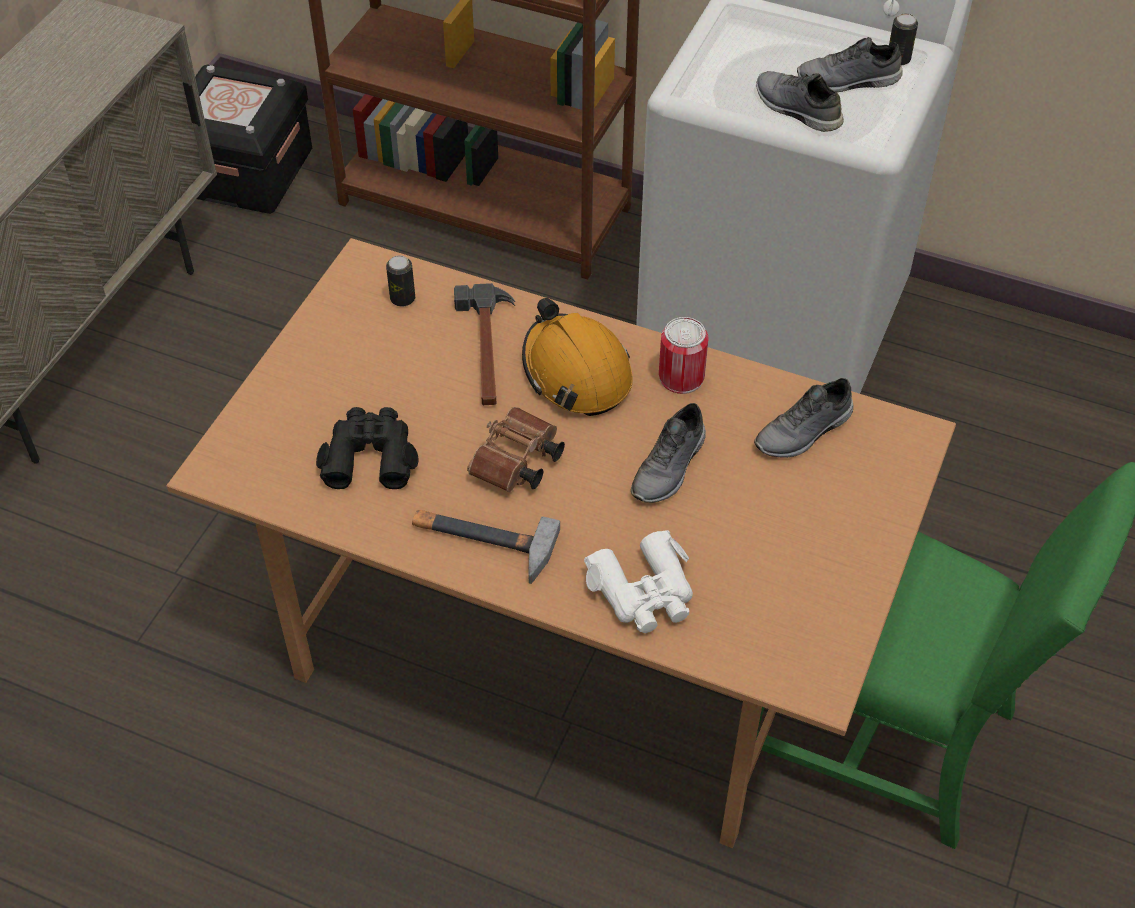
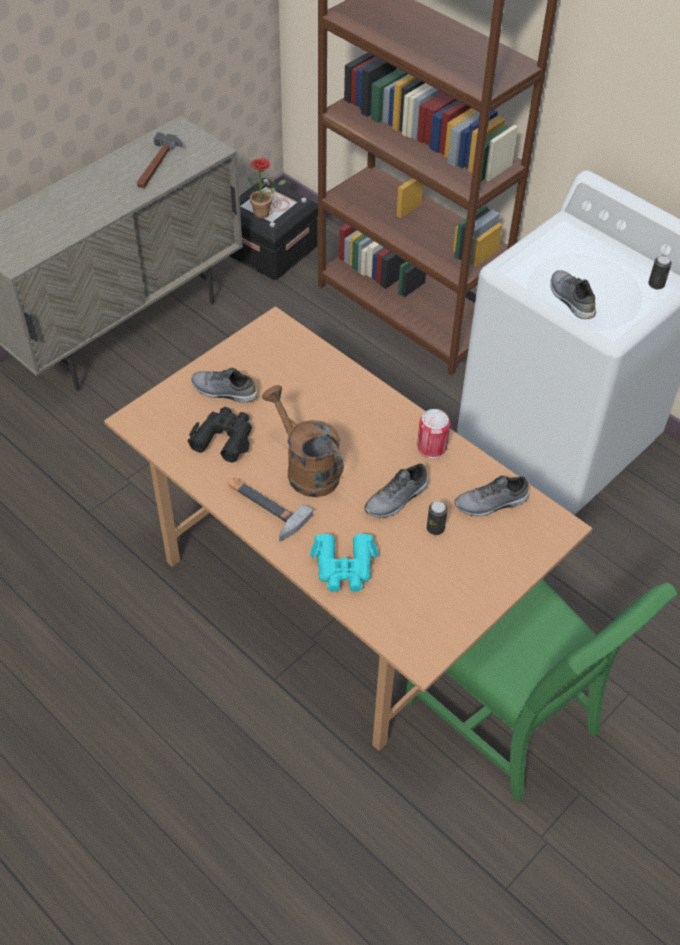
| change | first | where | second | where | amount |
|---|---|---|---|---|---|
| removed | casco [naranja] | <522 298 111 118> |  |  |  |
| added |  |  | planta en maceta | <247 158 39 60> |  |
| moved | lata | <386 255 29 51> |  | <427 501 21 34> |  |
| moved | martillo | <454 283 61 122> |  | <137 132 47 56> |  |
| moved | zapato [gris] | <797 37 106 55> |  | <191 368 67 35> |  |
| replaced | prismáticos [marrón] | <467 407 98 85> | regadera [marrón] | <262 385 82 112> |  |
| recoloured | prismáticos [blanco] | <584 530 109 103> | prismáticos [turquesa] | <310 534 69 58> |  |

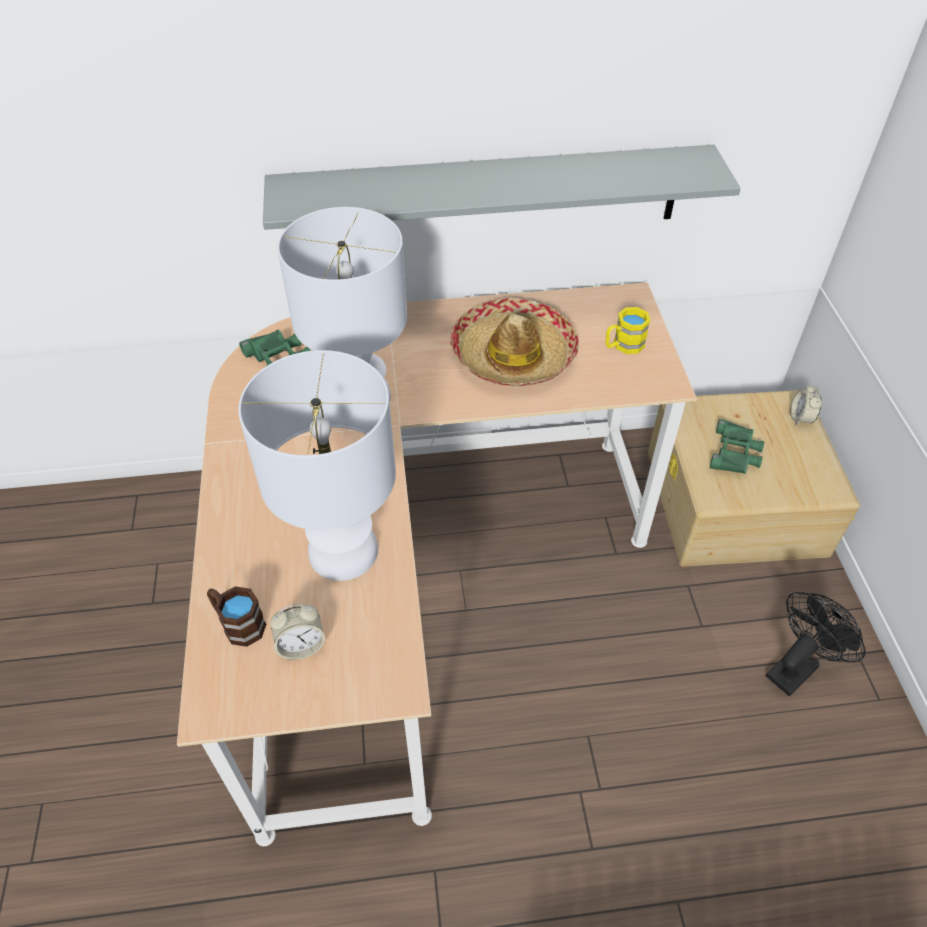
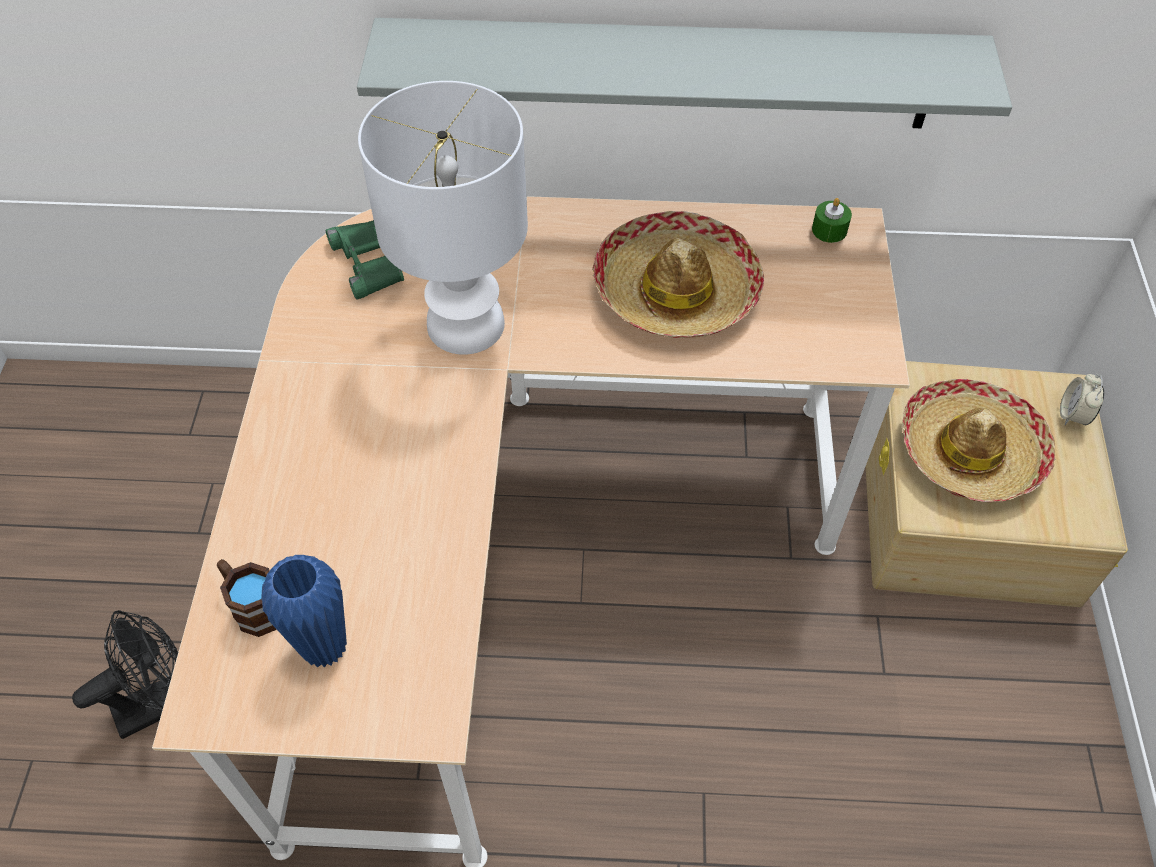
| change | first | where | second | where | amount |
|---|---|---|---|---|---|
| removed | lámpara de mesa [blanco] | <238 350 158 231> |  |  |  |
| removed | taza grande [amarillo] | <605 307 45 47> |  |  |  |
| added |  |  | vela [verde] | <812 198 40 45> |  |
| moved | ventilador [negro] | <766 592 99 104> |  | <72 610 106 129> |  |
| replaced | despertador | <270 604 55 56> | florero [azul] | <261 555 86 113> |  |
| replaced | prismáticos [verde] | <710 419 54 55> | sombrero | <902 379 154 123> |  |

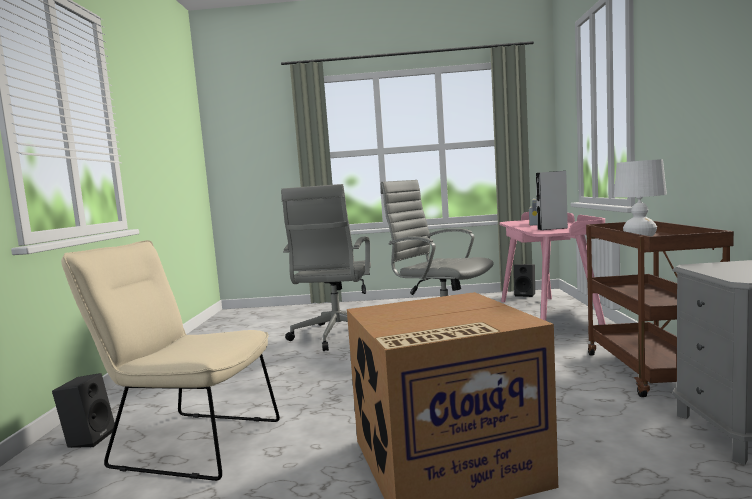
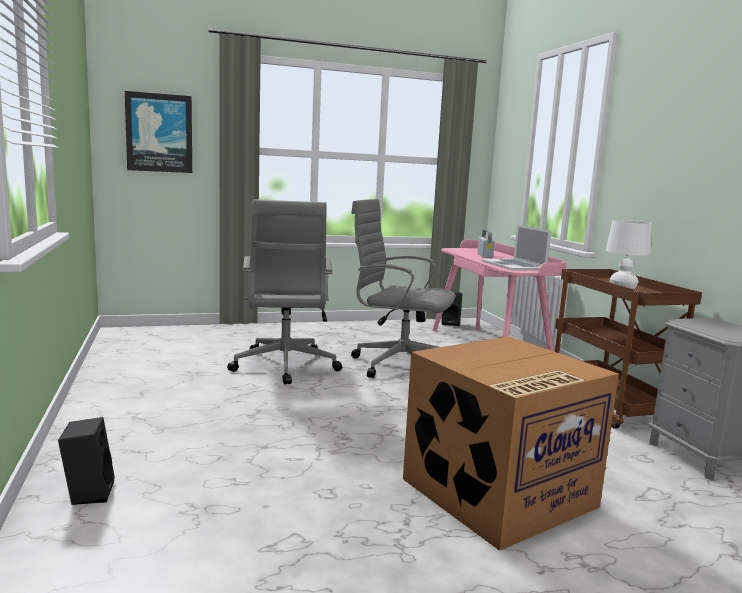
| change | first | where | second | where | amount |
|---|---|---|---|---|---|
| removed | silla [beis] | <61 240 219 241> |  |  |  |
| added |  |  | cuadro | <125 91 67 82> |  |
| replaced | altavoz [gris] | <536 171 32 59> | portátil | <481 225 70 46> |  |

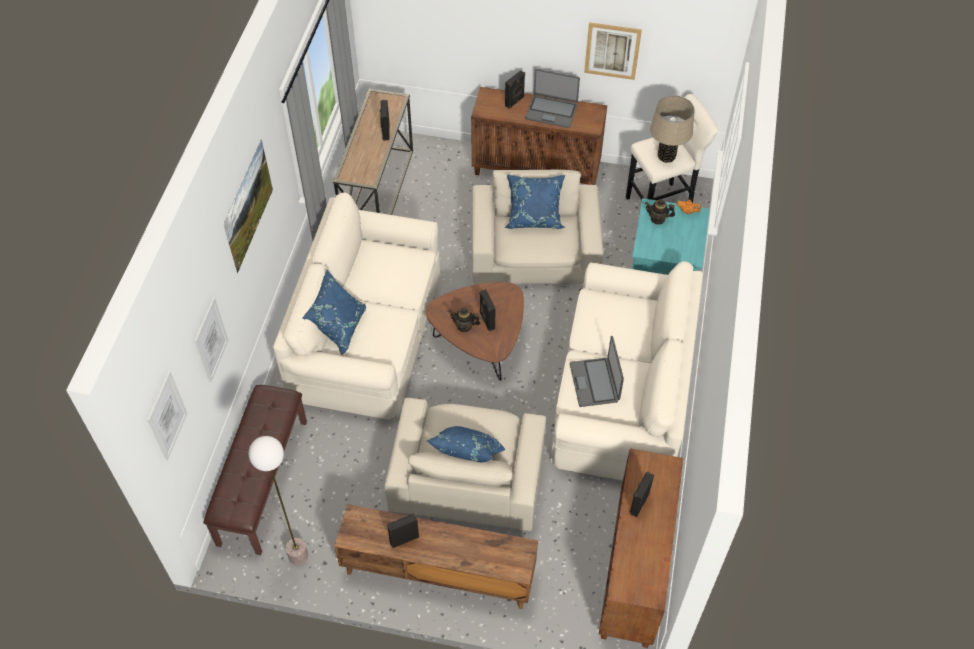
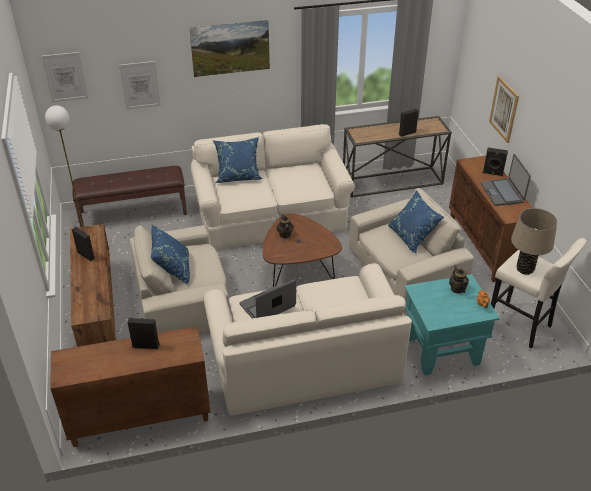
| change | first | where | second | where | amount |
|---|---|---|---|---|---|
| removed | altavoz [negro] | <480 289 16 42> |  |  |  |
| moved | cuadro | <584 22 58 58> |  | <489 76 30 67> |  |

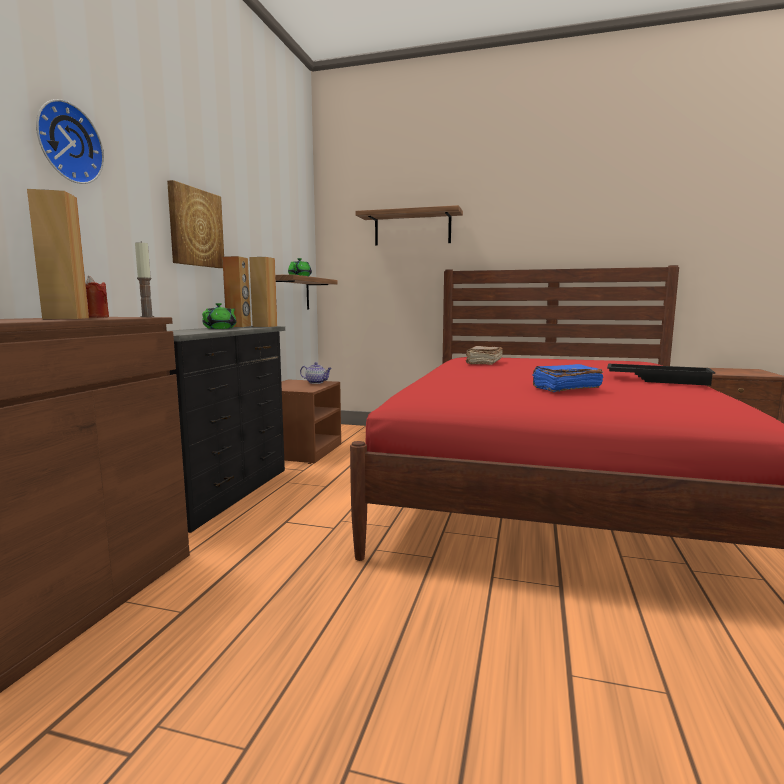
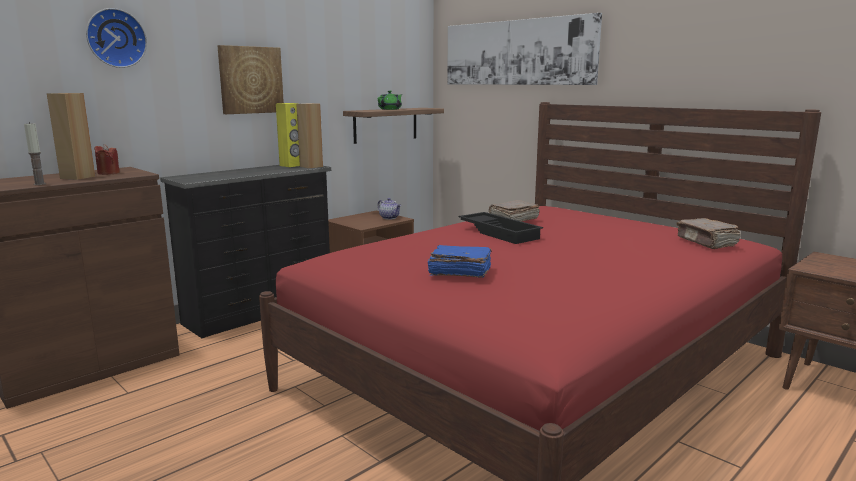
| change | first | where | second | where | amount |
|---|---|---|---|---|---|
| removed | tetera [verde] | <202 303 34 26> |  |  |  |
| added |  |  | libro [marrón] | <677 218 64 31> |  |
| moved | vela | <135 241 19 76> |  | <24 122 22 63> |  |
| moved | bandeja [negro] | <607 364 108 22> |  | <458 212 85 32> |  |
| replaced | estante | <356 205 107 41> | cuadro | <447 13 155 72> |  |
| recoloured | altavoz [marrón] | <222 256 29 71> | altavoz [amarillo] | <276 103 24 64> |  |

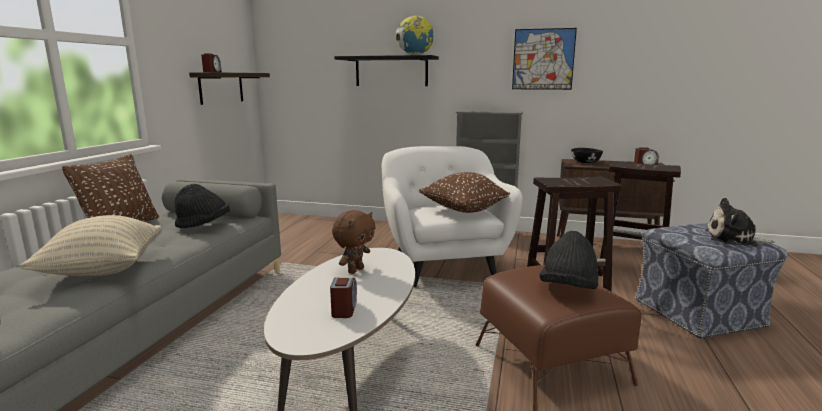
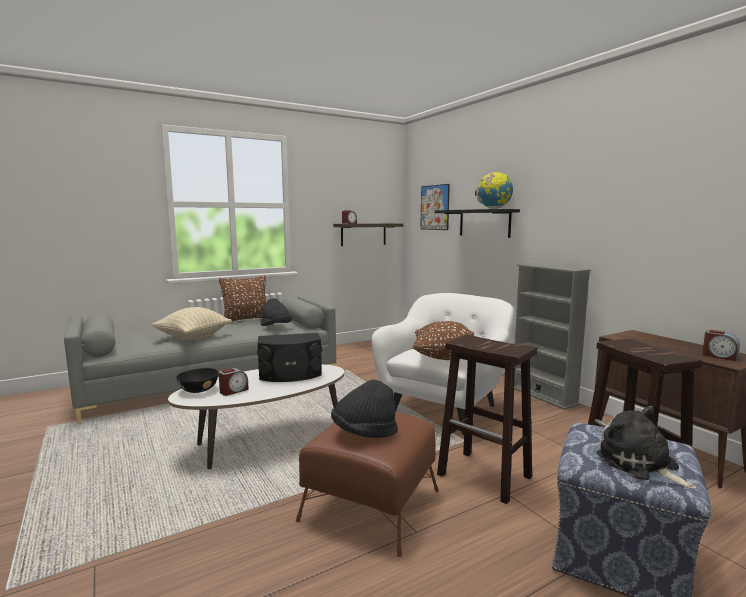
| change | first | where | second | where | amount |
|---|---|---|---|---|---|
| moved | cuadro | <512 28 65 62> |  | <420 184 30 46> |  |
| moved | cuenco [negro] | <571 148 32 15> |  | <176 368 42 25> |  |
| replaced | peluche [marrón] | <332 210 43 64> | altavoz [negro] | <257 333 65 49> |  |

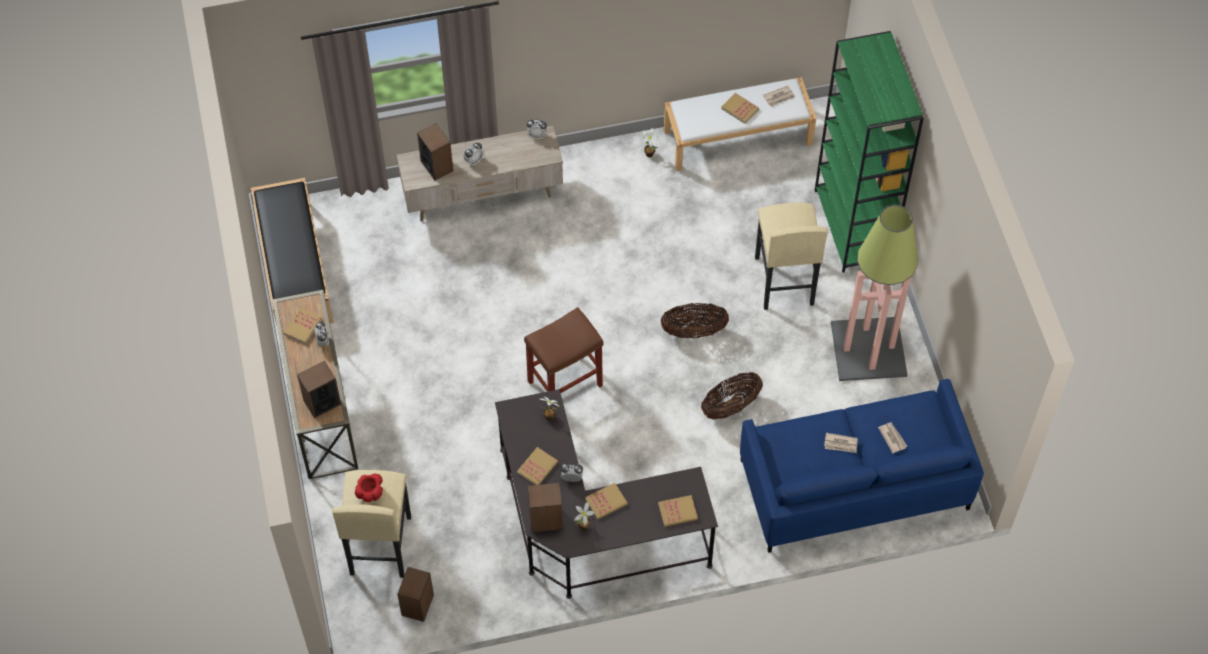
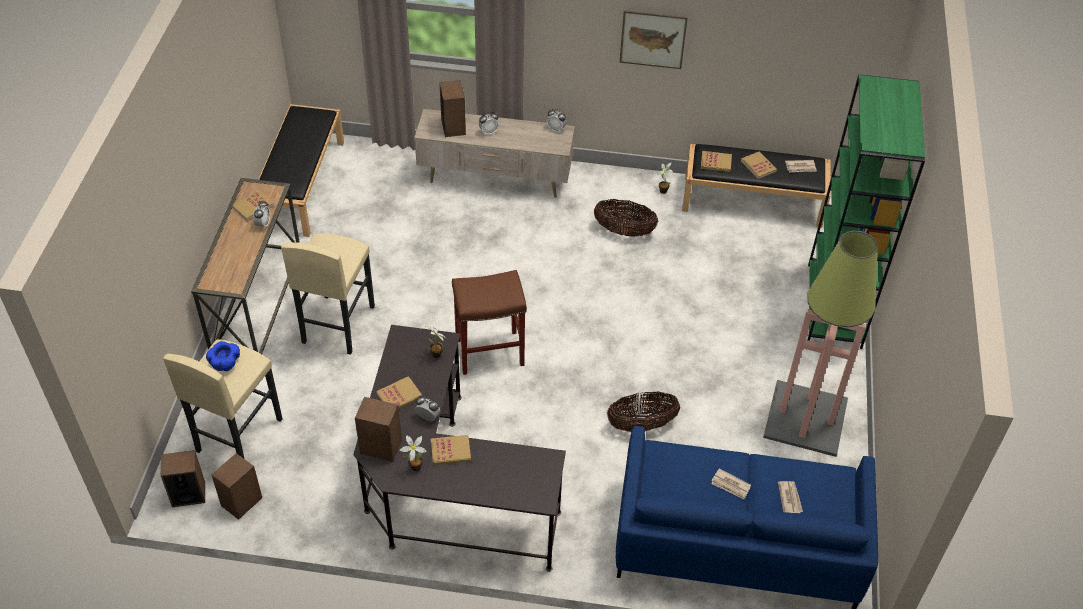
| change | first | where | second | where | amount |
|---|---|---|---|---|---|
| added |  |  | cuadro | <619 10 69 59> |  |
| moved | altavoz | <297 361 44 57> |  | <161 450 44 57> |  |
| moved | libro | <658 495 40 32> |  | <701 151 31 21> |  |
| moved | cesta | <661 303 68 35> |  | <594 199 64 38> |  |
| moved | taburete [beis] | <755 203 73 107> |  | <281 233 94 122> |  |
| recoloured | cuenco [rojo] | <355 474 28 28> | cuenco [azul] | <206 341 34 30> |  |
| recoloured | banco [blanco] | <664 77 152 94> | banco [negro] | <682 144 149 84> |  |

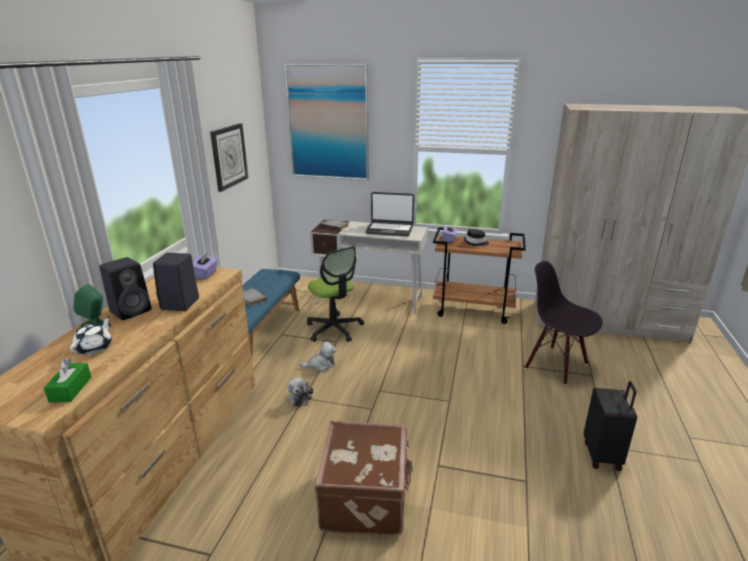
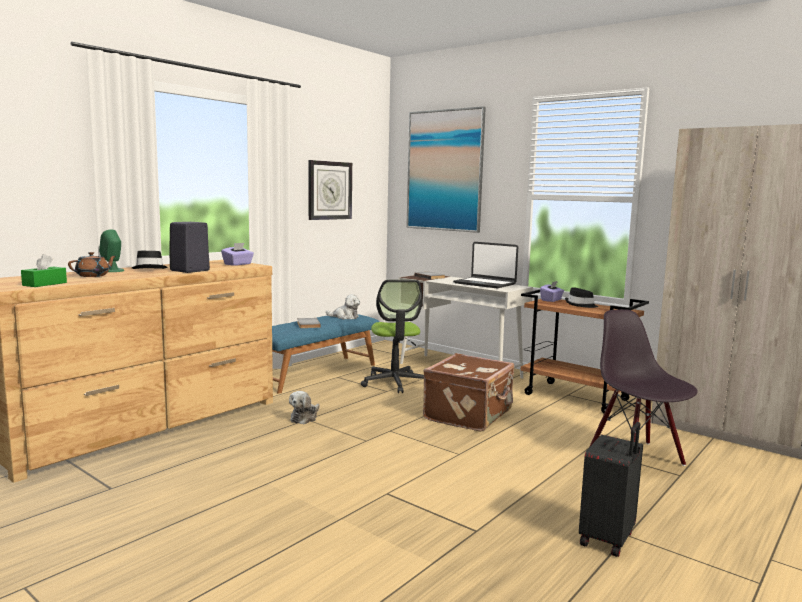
| change | first | where | second | where | amount |
|---|---|---|---|---|---|
| moved | peluche | <299 341 37 31> |  | <326 294 34 25> |  |
| moved | maleta [marrón] | <315 421 97 115> |  | <423 353 91 79> |  |
| replaced | altavoz [negro] | <100 257 52 63> | sombrero [negro] | <132 251 35 18> |  |
| recoloured | tetera [blanco] | <70 316 42 39> | tetera [marrón] | <68 252 49 25> |  |

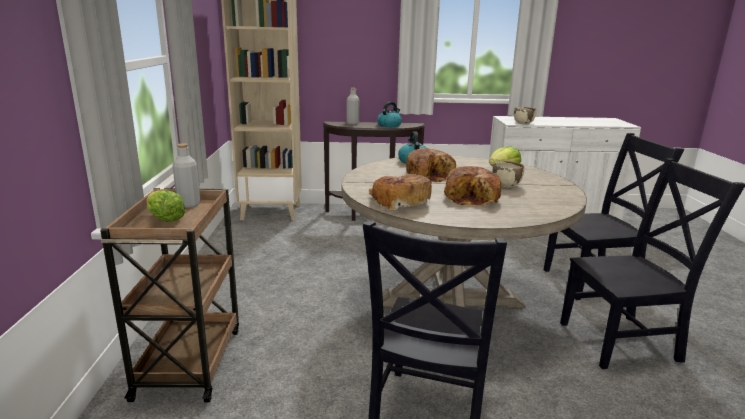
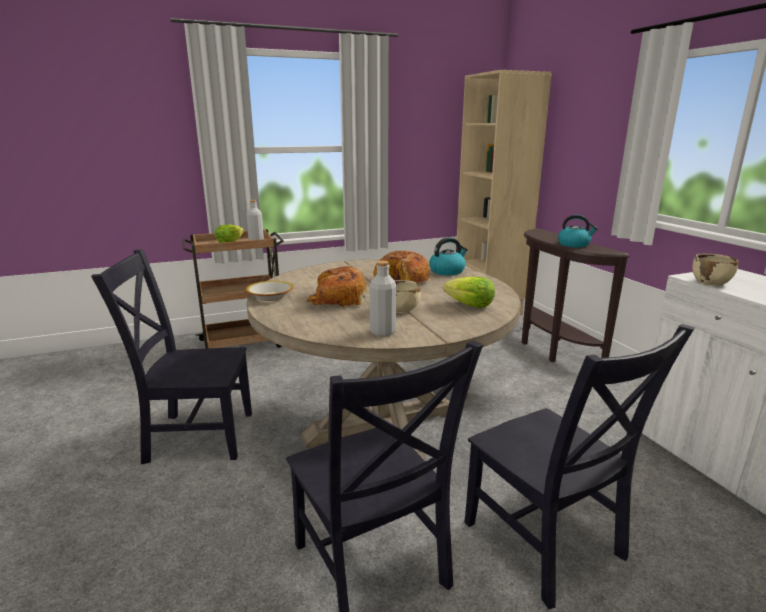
| change | first | where | second | where | amount |
|---|---|---|---|---|---|
| removed | pan | <369 174 63 36> |  |  |  |
| added |  |  | cuenco | <246 281 47 20> |  |
| moved | botella [gris] | <347 88 12 37> |  | <370 261 26 76> |  |

